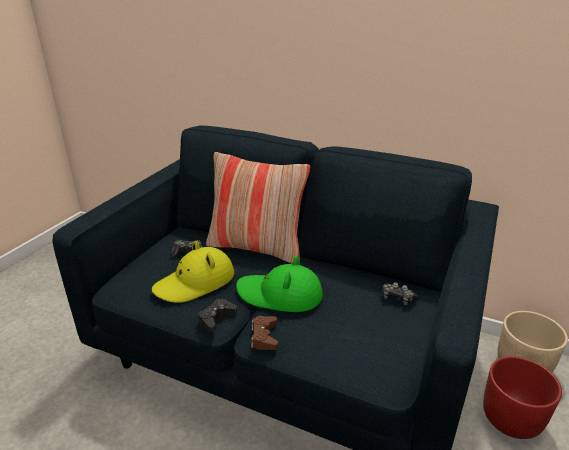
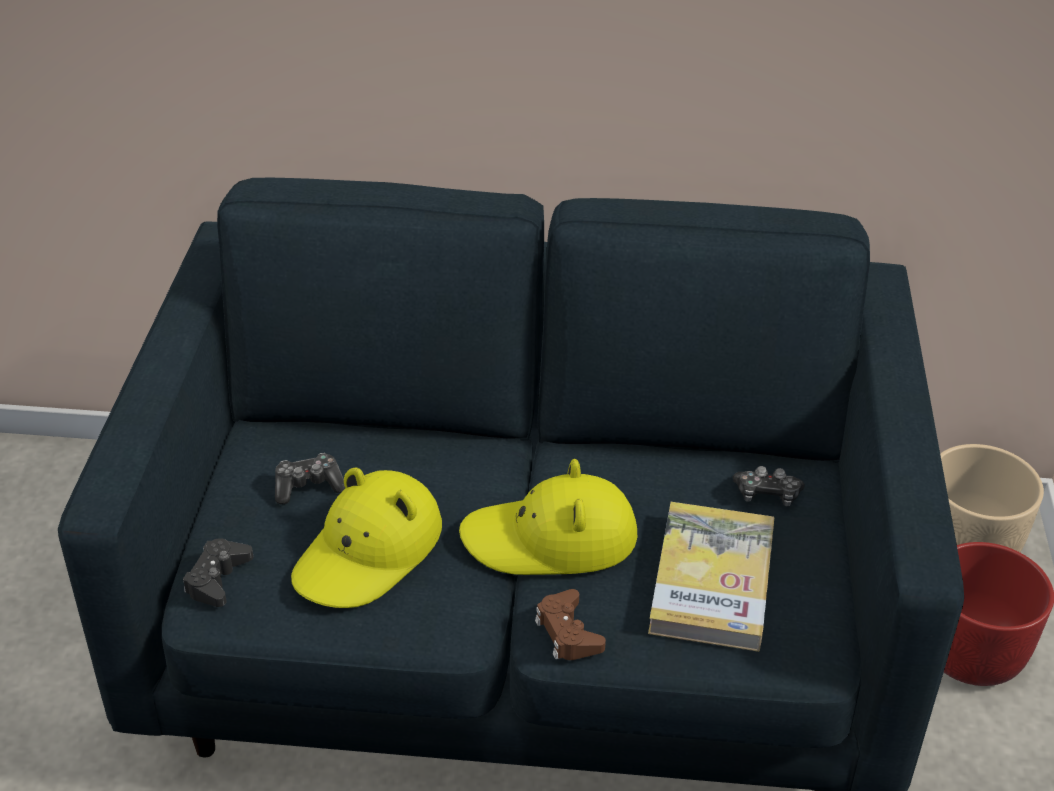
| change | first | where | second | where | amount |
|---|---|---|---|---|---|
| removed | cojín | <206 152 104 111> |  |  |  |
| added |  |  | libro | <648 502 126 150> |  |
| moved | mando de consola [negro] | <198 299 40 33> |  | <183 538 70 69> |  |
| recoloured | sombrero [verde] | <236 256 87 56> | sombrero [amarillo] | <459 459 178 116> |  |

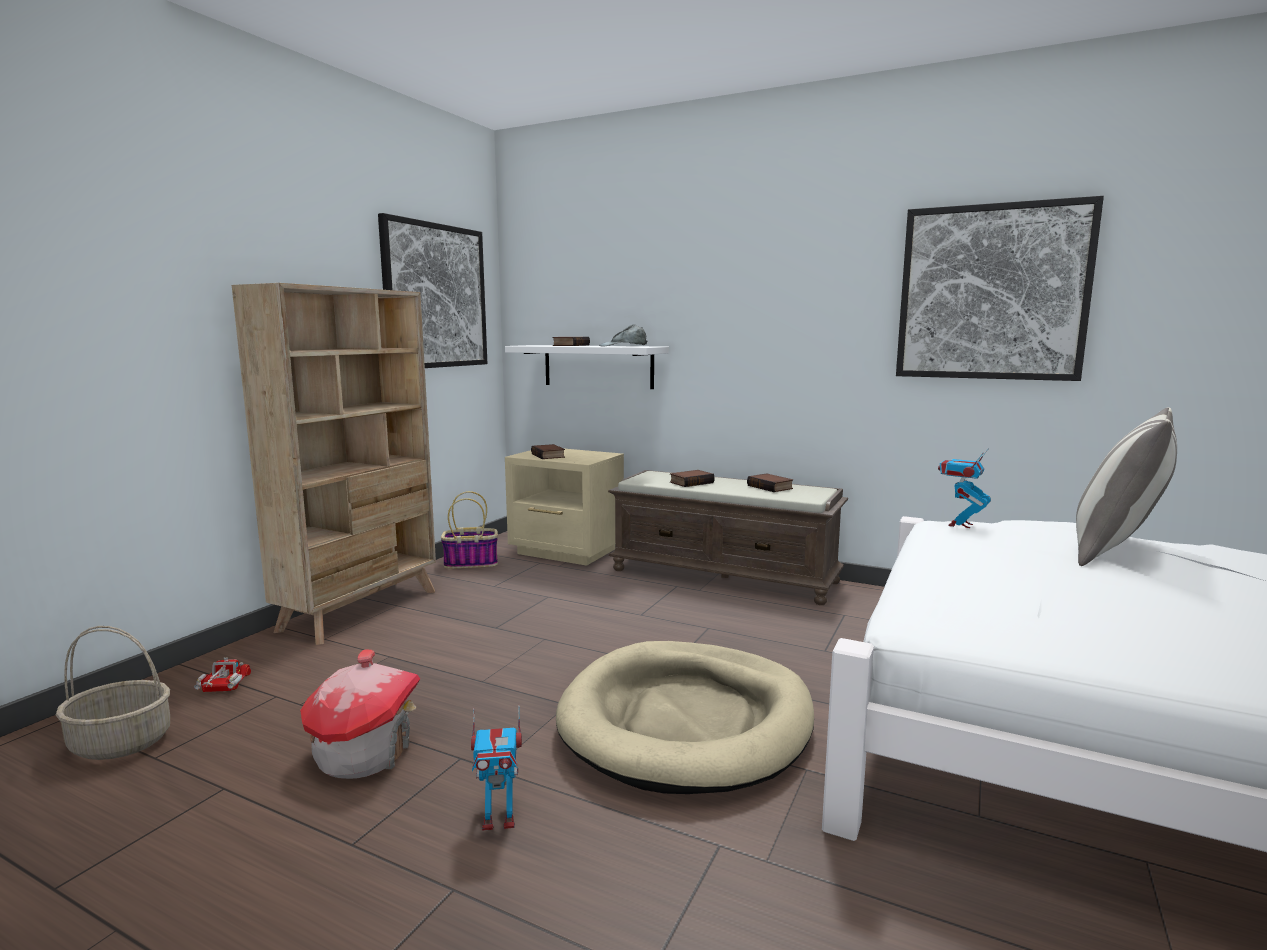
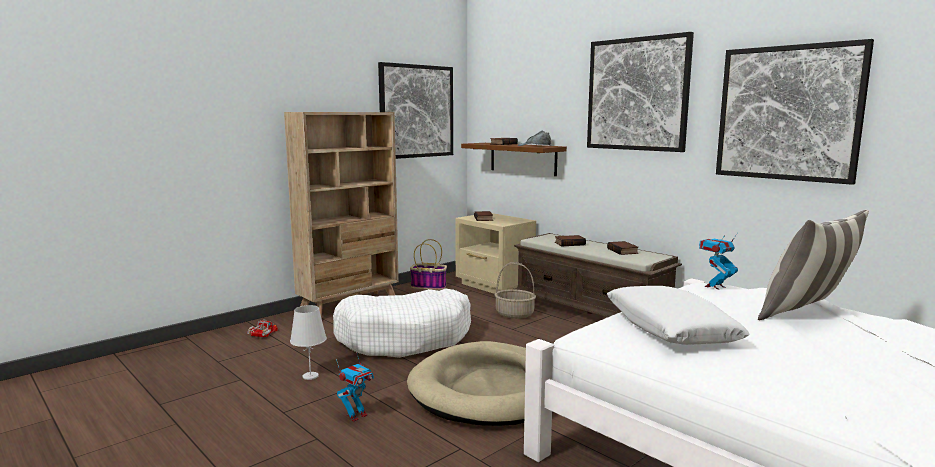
| change | first | where | second | where | amount |
|---|---|---|---|---|---|
| added |  |  | cama para perro [blanco] | <333 288 138 70> |  |
| added |  |  | cuadro | <587 32 107 120> |  |
| added |  |  | cojín [blanco] | <607 286 143 59> |  |
| moved | cesta | <56 626 114 134> |  | <494 262 42 57> |  |
| replaced | casita | <300 649 120 130> | lámpara de mesa [blanco] | <290 305 37 75> |  |
| recoloured | estante [blanco] | <505 345 164 44> | estante [marrón] | <461 143 106 33> |  |
| turned | robot de juguete | <471 705 51 126> |  | <336 352 38 70> | 60 degrees counterclockwise |

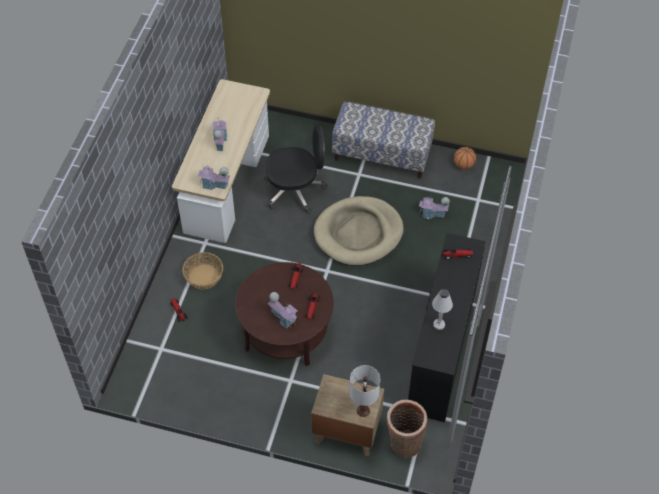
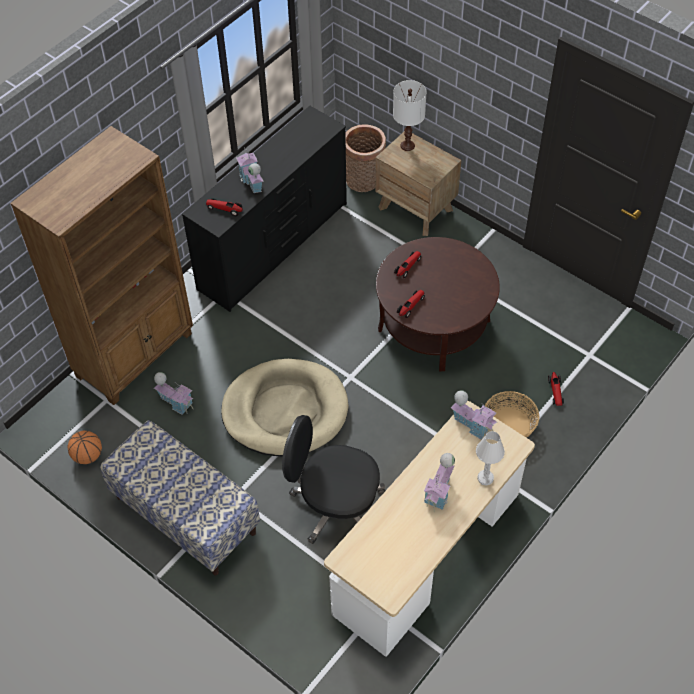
| change | first | where | second | where | amount |
|---|---|---|---|---|---|
| added |  |  | estantería [marrón] | <10 126 183 279> |  |
| moved | casita | <268 292 29 37> |  | <236 148 28 45> |  |
| moved | lámpara de mesa [blanco] | <432 289 21 41> |  | <476 431 29 55> |  |

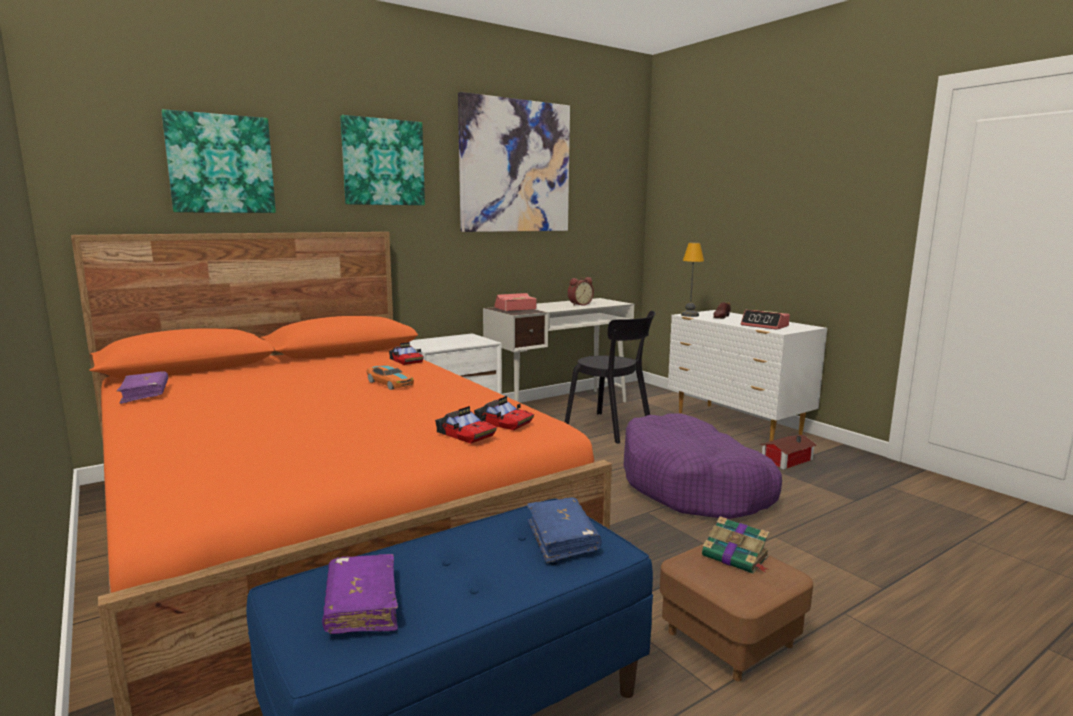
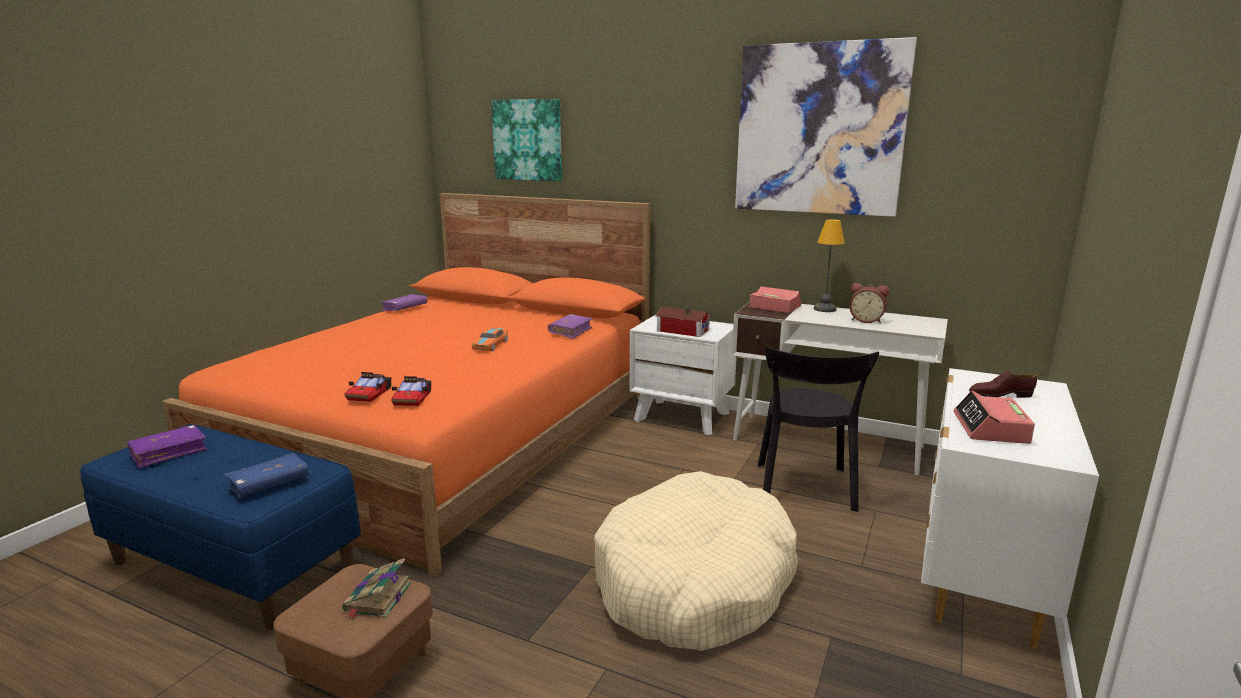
| change | first | where | second | where | amount |
|---|---|---|---|---|---|
| removed | cuadro | <340 115 85 90> |  |  |  |
| moved | lámpara de mesa | <681 243 23 74> |  | <814 219 31 93> |  |
| moved | casita | <760 435 57 34> |  | <655 307 56 30> |  |
| replaced | coche de juguete | <389 342 35 23> | libro [morado] | <548 314 45 25> |  |
| recoloured | cama para perro [morado] | <624 413 158 106> | cama para perro [beis] | <594 471 204 180> |  |

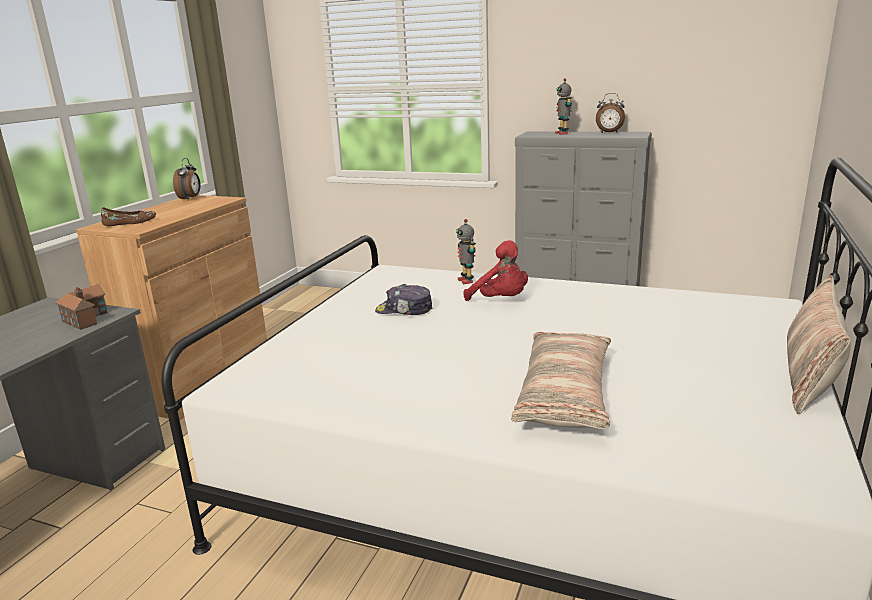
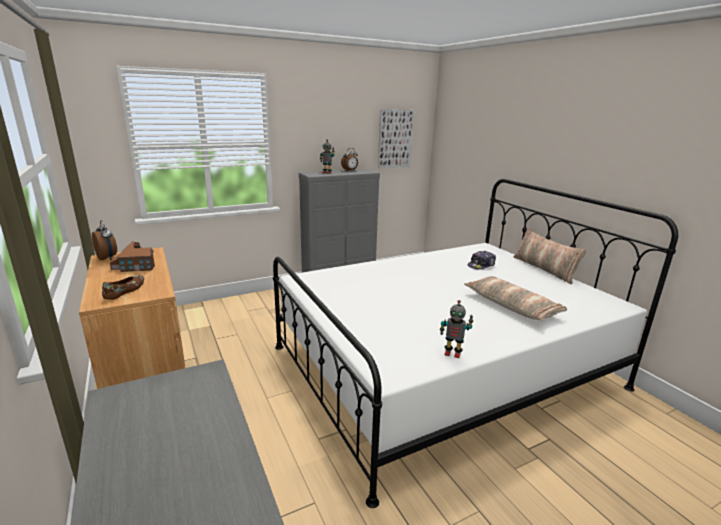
| change | first | where | second | where | amount |
|---|---|---|---|---|---|
| removed | peluche [rojo] | <463 240 65 61> |  |  |  |
| added |  |  | cuadro | <378 109 36 59> |  |
| moved | casita | <55 284 53 46> |  | <110 241 45 31> |  |
| moved | gorra | <375 284 57 31> |  | <468 251 28 19> |  |
| moved | robot de juguete | <456 219 20 65> |  | <440 300 33 58> |  |

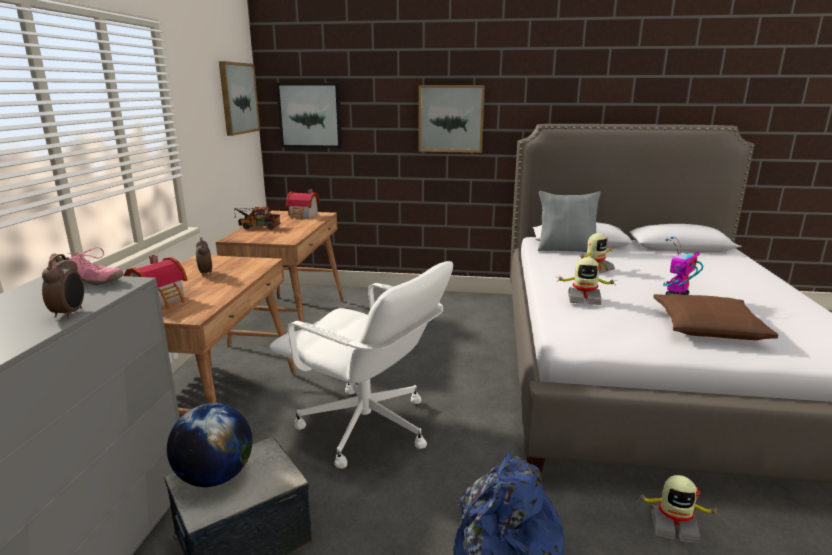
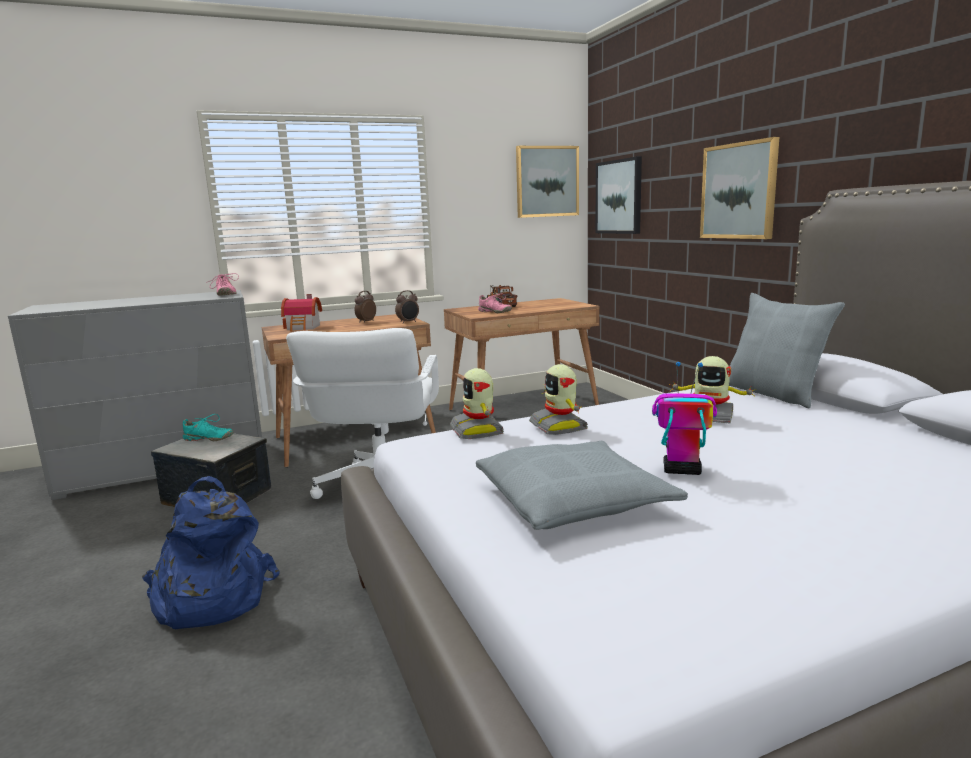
| change | first | where | second | where | amount |
|---|---|---|---|---|---|
| removed | casita | <286 189 34 31> |  |  |  |
| added |  |  | zapato [rosa] | <478 293 34 20> |  |
| moved | despertador | <42 254 42 65> |  | <395 290 24 33> |  |
| moved | robot de juguete | <636 475 84 70> |  | <450 368 54 71> |  |
| replaced | globo terráqueo | <167 403 86 84> | zapato [turquesa] | <183 414 50 27> |  |
| recoloured | cojín [marrón] | <653 294 126 46> | cojín [gris] | <476 441 212 89> |  |

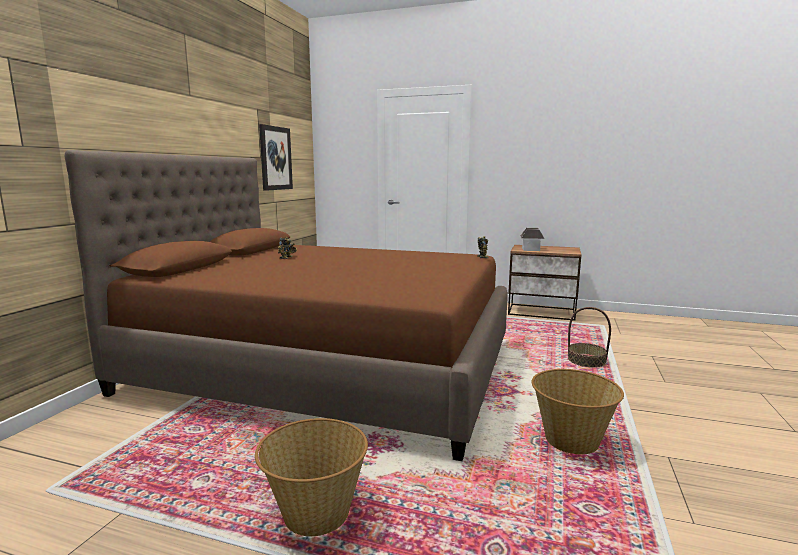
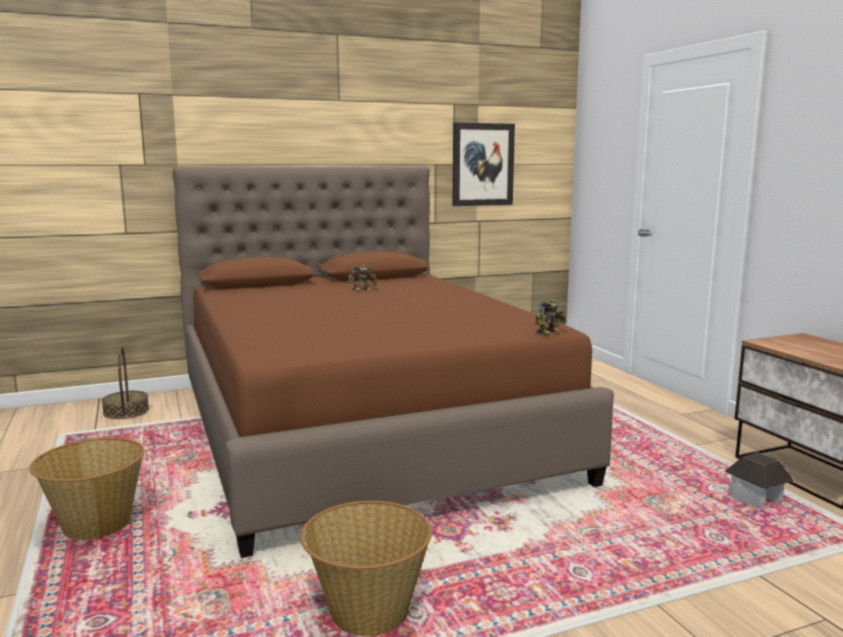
| change | first | where | second | where | amount |
|---|---|---|---|---|---|
| moved | casita | <521 227 23 24> |  | <724 452 70 57> |  |
| moved | cesta | <568 307 43 61> |  | <102 346 47 73> |  |

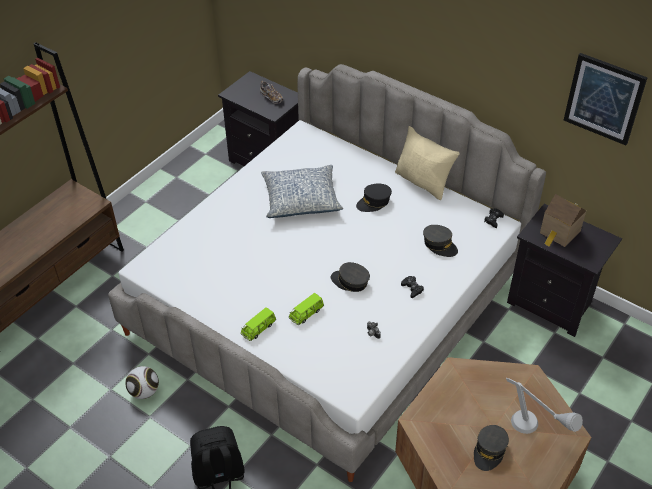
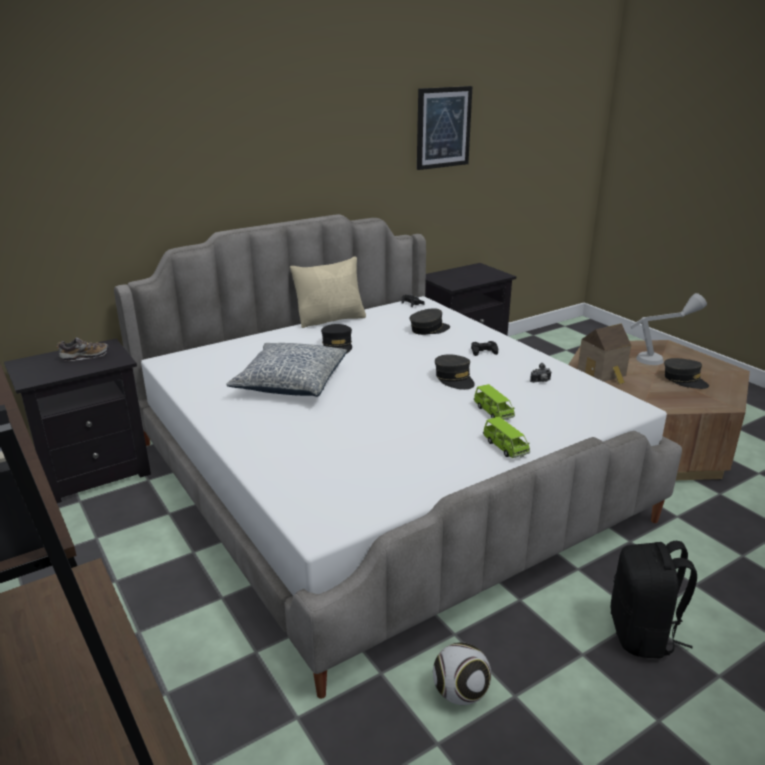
| change | first | where | second | where | amount |
|---|---|---|---|---|---|
| moved | casita | <540 194 46 53> |  | <578 323 53 61> |  |
| turned | gorra [gris] | <331 262 39 30> |  | <435 354 40 36> | 75 degrees counterclockwise |

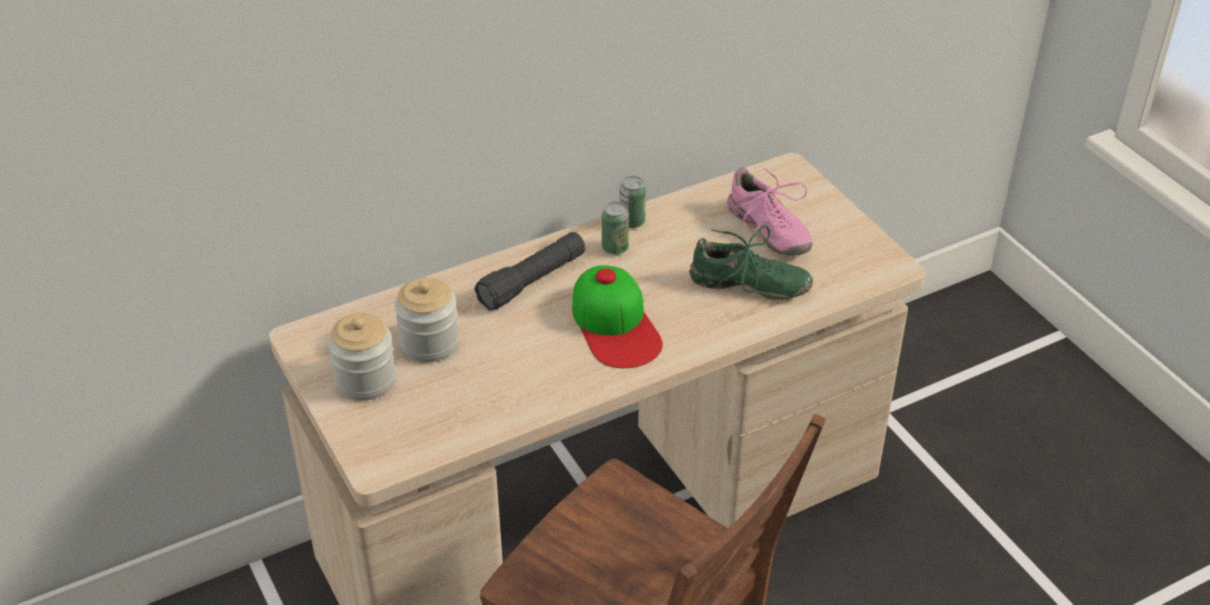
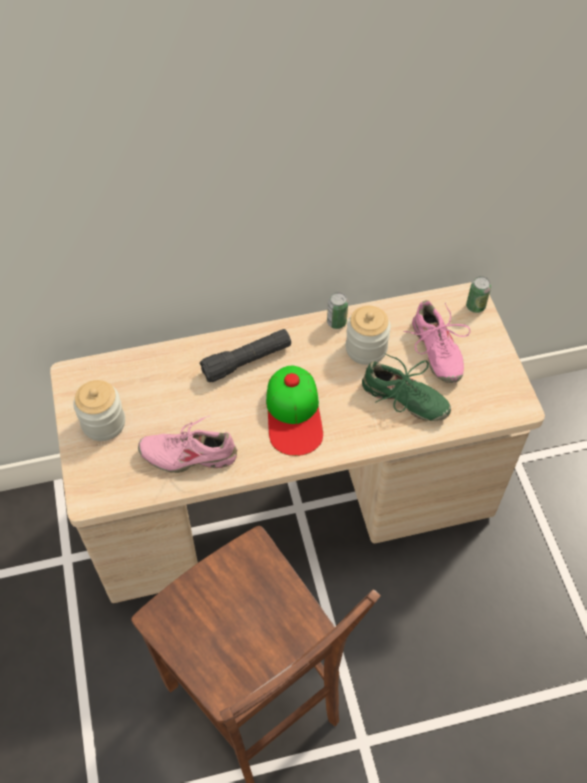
| change | first | where | second | where | amount |
|---|---|---|---|---|---|
| added |  |  | zapato [rosa] | <138 415 99 58> |  |
| moved | tarro | <395 277 64 86> |  | <346 306 45 59> |  |
| moved | lata | <602 202 27 53> |  | <466 276 25 37> |  |

